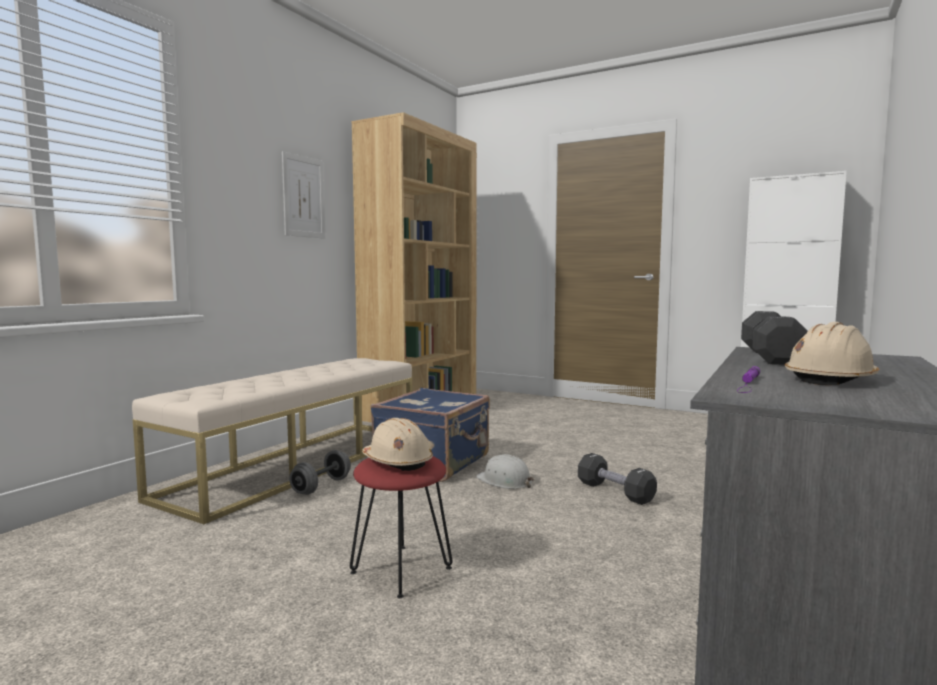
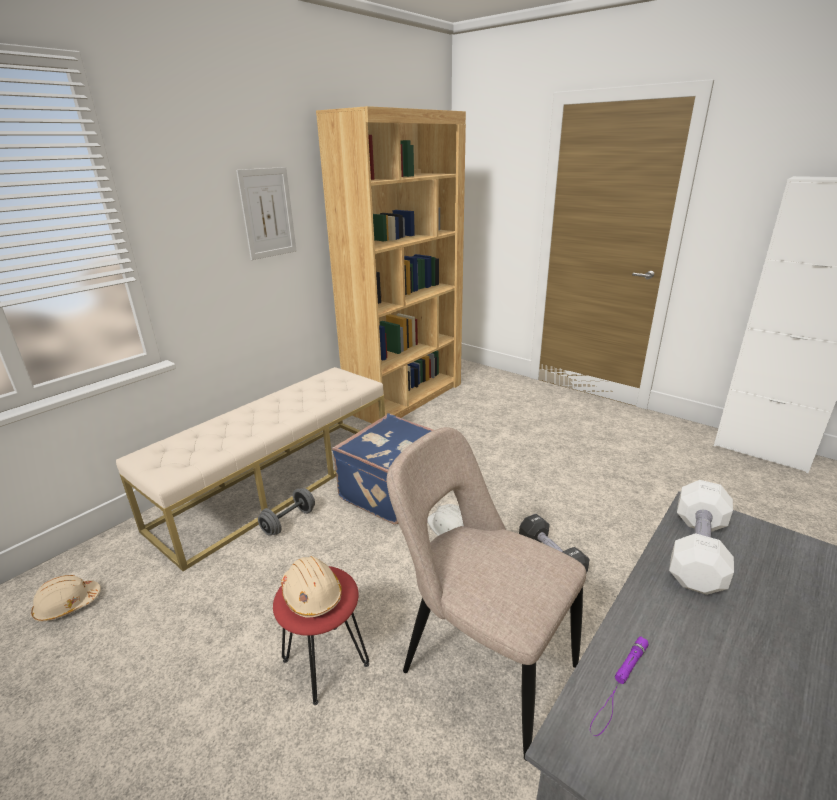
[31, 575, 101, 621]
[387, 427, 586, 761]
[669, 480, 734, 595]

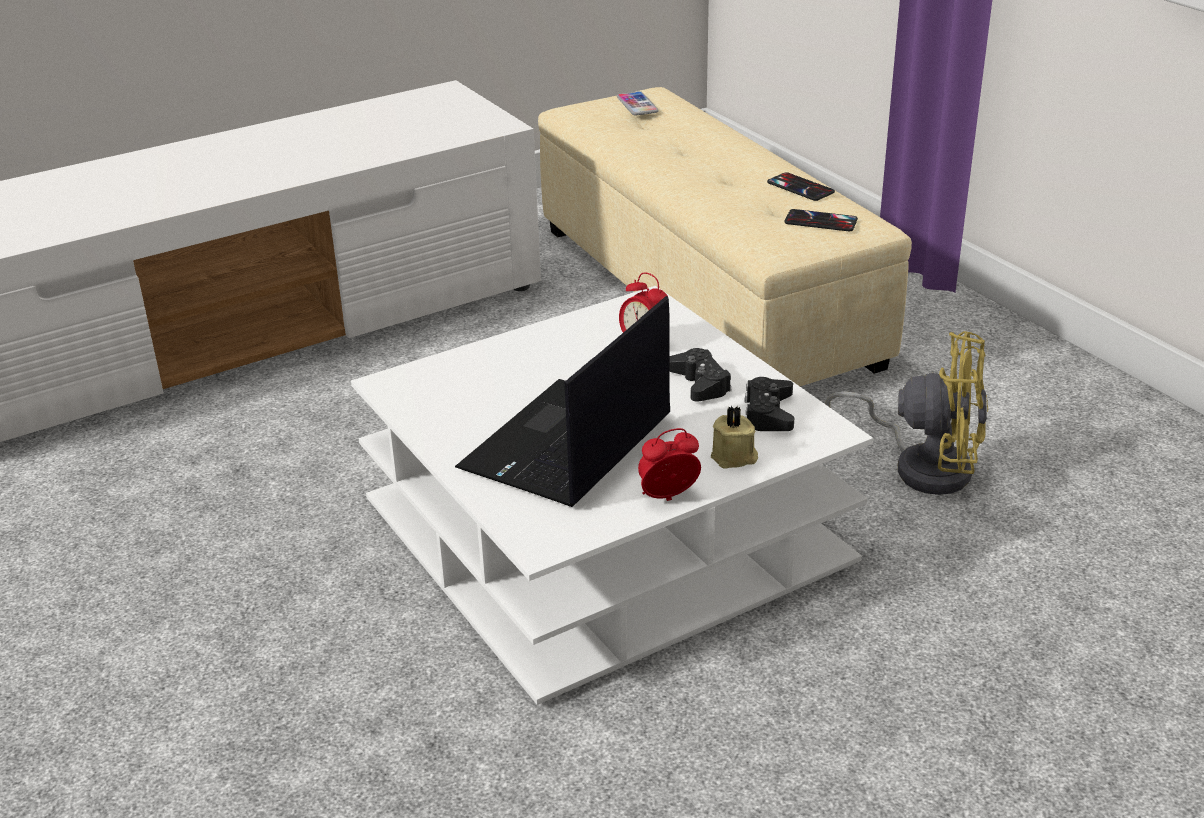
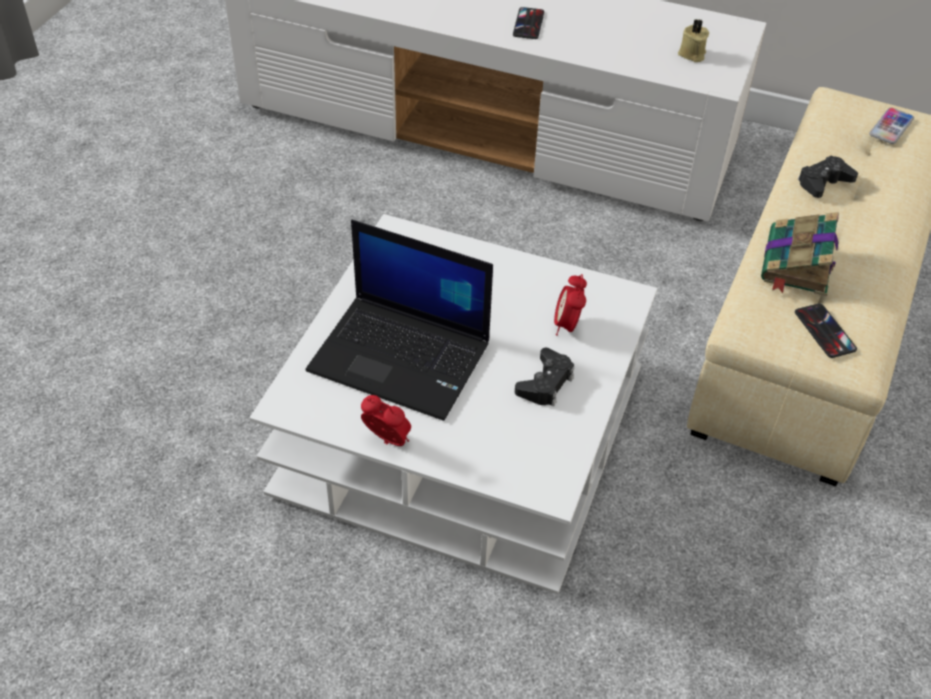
[306, 220, 493, 421]
[513, 7, 544, 39]
[678, 19, 709, 62]
[761, 212, 839, 296]
[798, 156, 858, 198]
[825, 331, 988, 495] (first image)

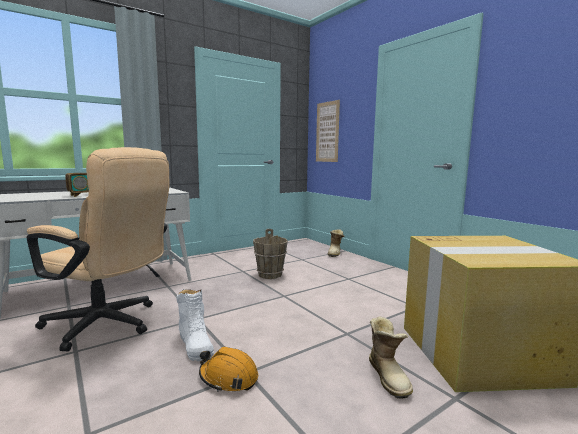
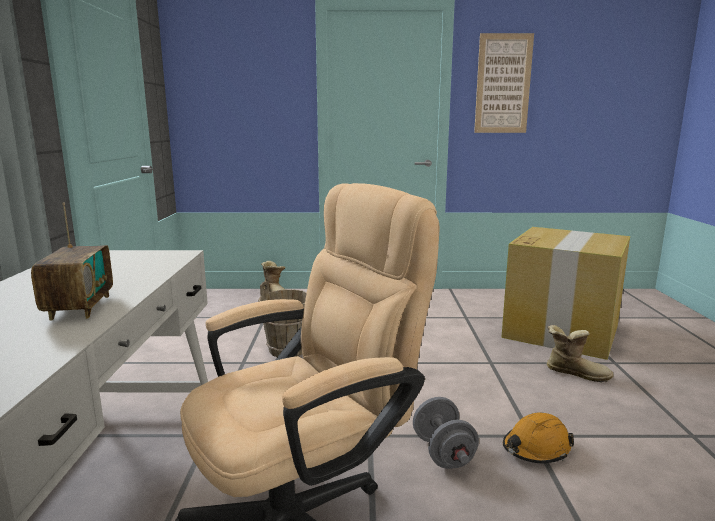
[413, 397, 479, 469]
[474, 33, 534, 133]

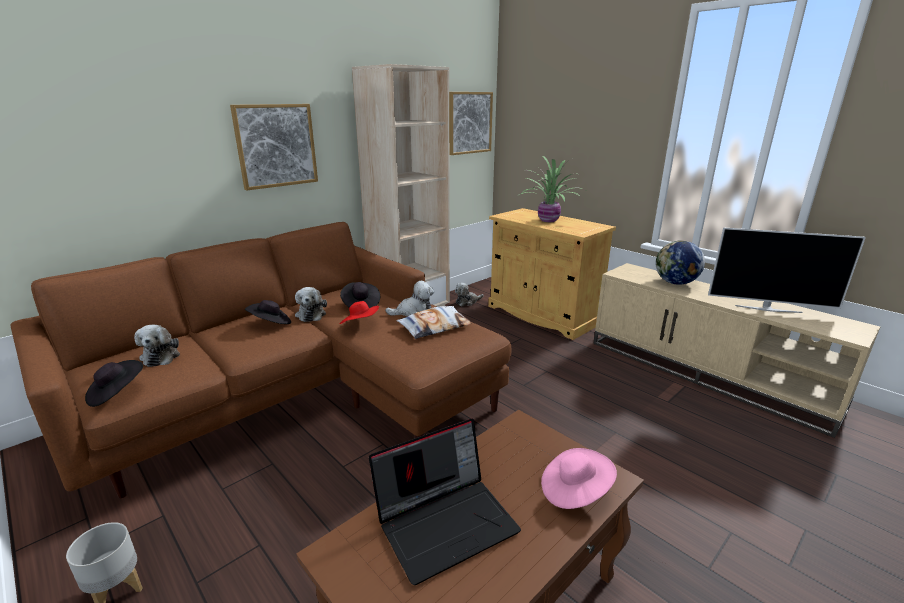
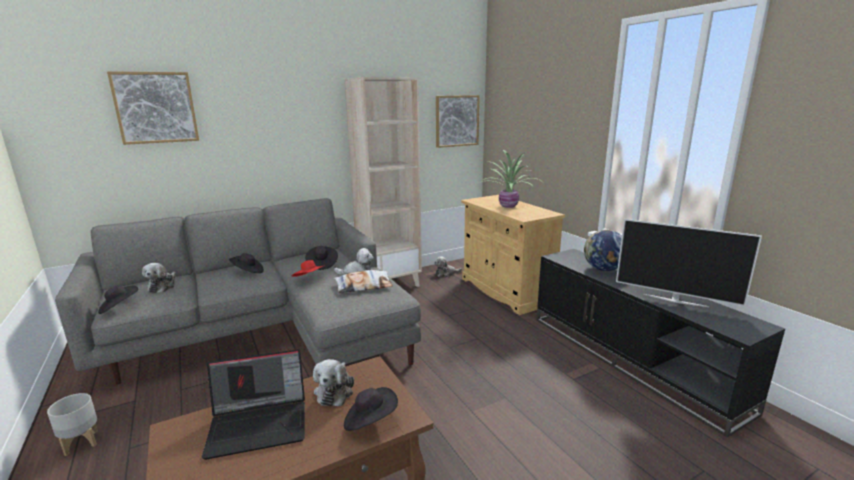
[55, 198, 421, 385]
[107, 71, 199, 145]
[313, 359, 354, 406]
[344, 387, 398, 431]
[537, 249, 785, 438]

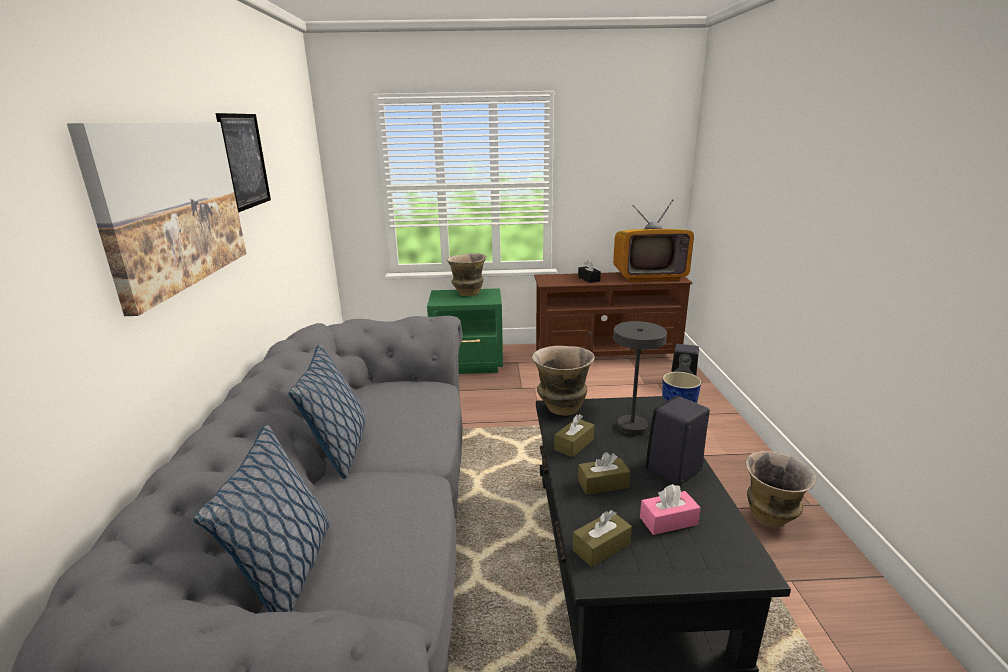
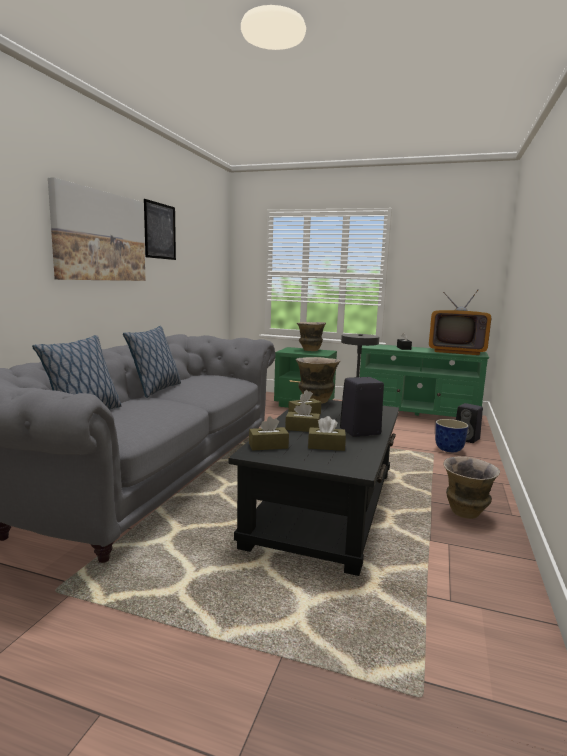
[308, 416, 346, 451]
[360, 344, 489, 417]

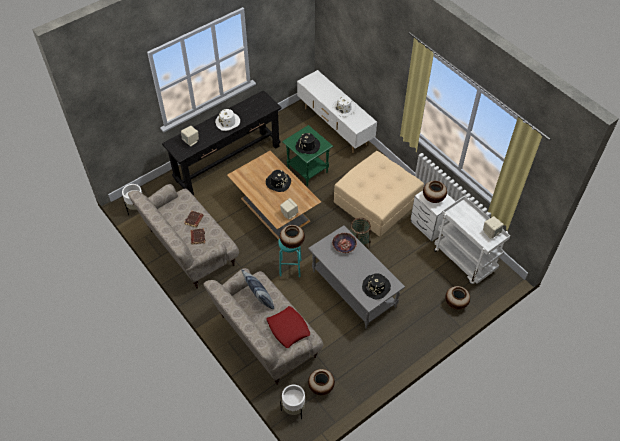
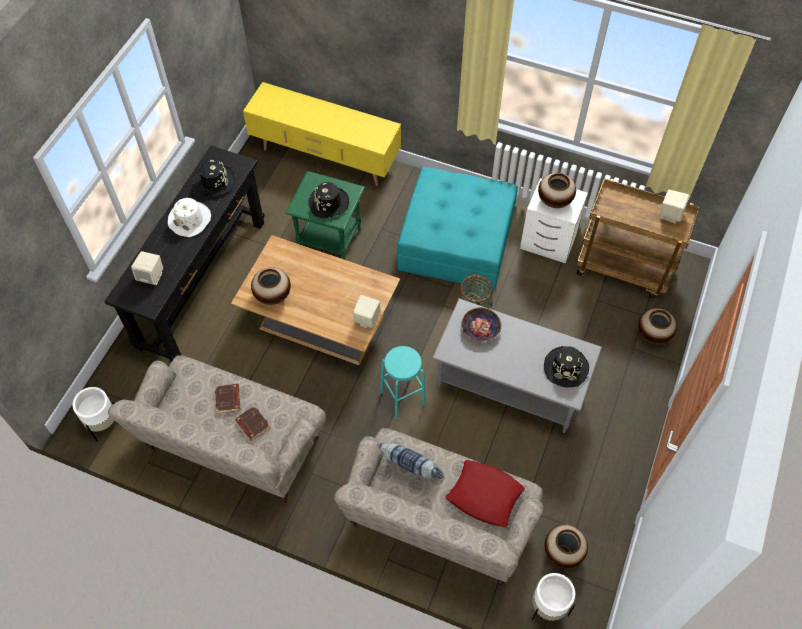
[193, 160, 235, 196]
[243, 82, 401, 186]
[251, 267, 291, 305]
[397, 167, 518, 290]
[576, 178, 700, 298]
[332, 96, 356, 117] (first image)

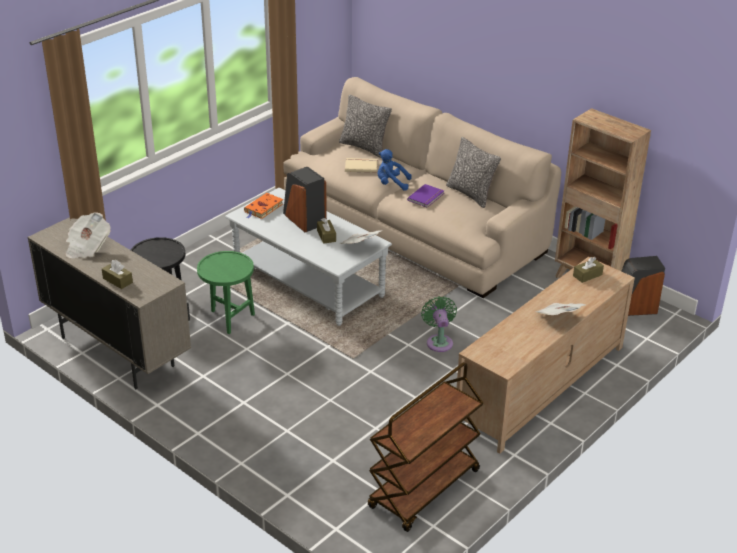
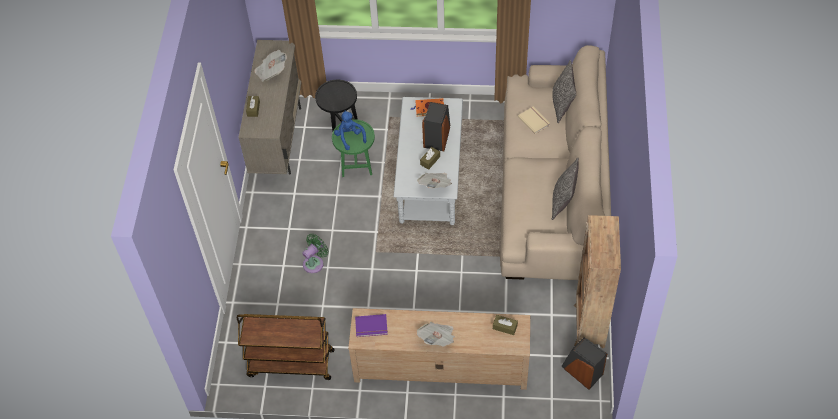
[302, 234, 328, 273]
[334, 111, 366, 150]
[355, 314, 388, 337]

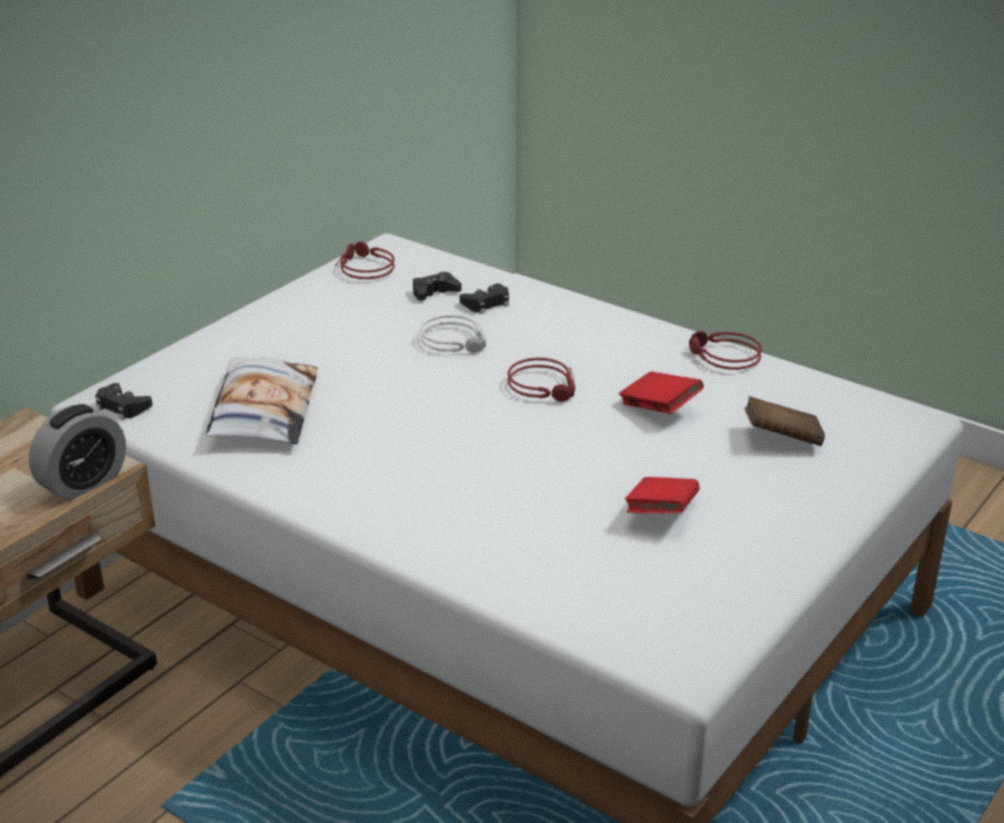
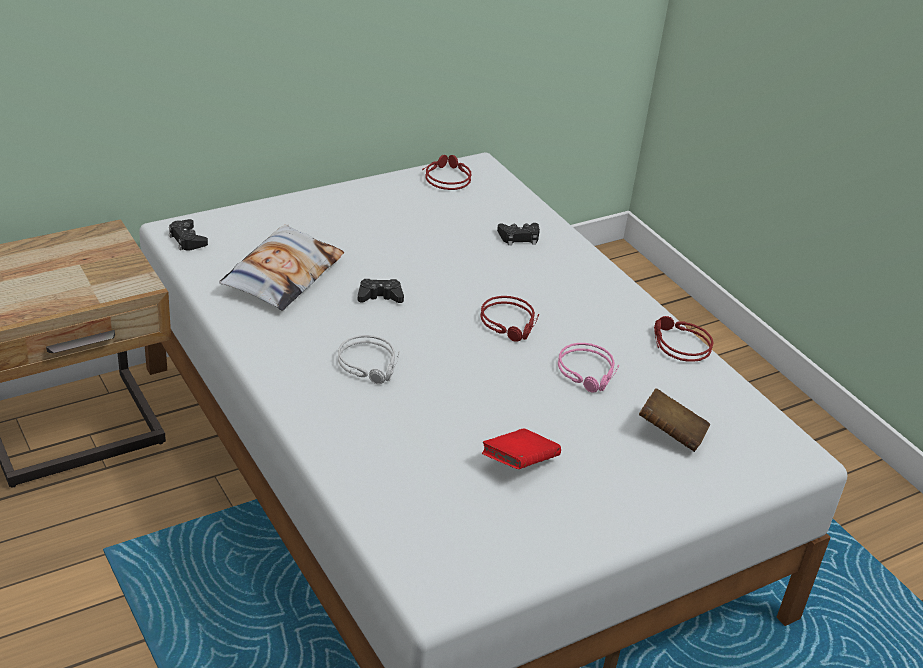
[338, 335, 400, 384]
[358, 279, 404, 303]
[558, 343, 619, 393]
[29, 404, 126, 501] (first image)

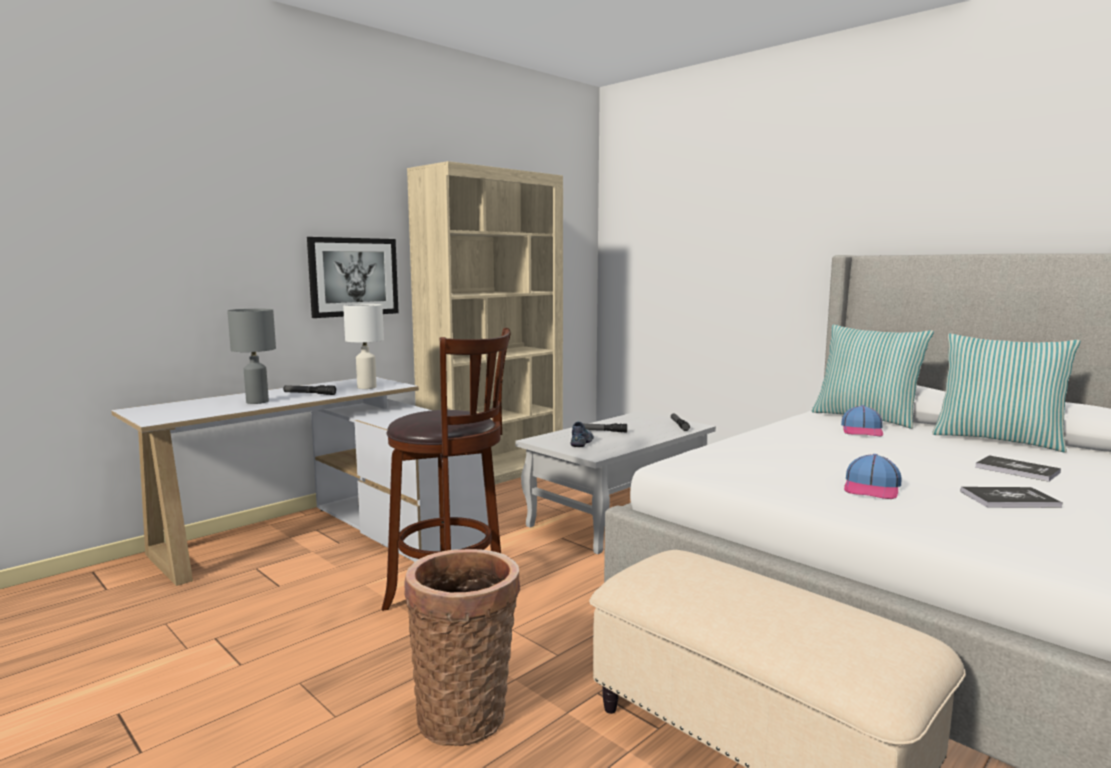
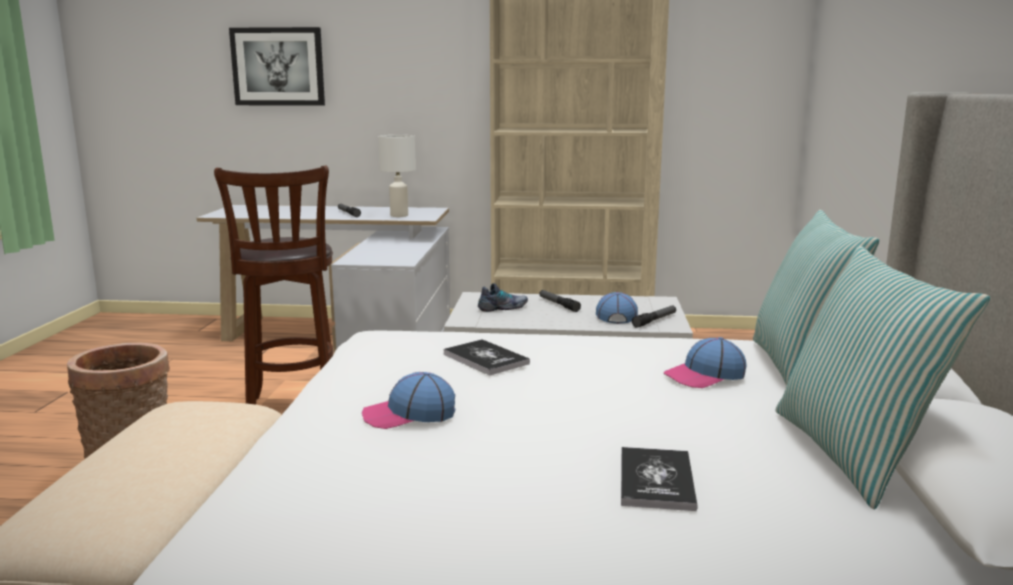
[229, 27, 325, 106]
[443, 339, 530, 376]
[596, 292, 638, 324]
[227, 309, 276, 404] (first image)

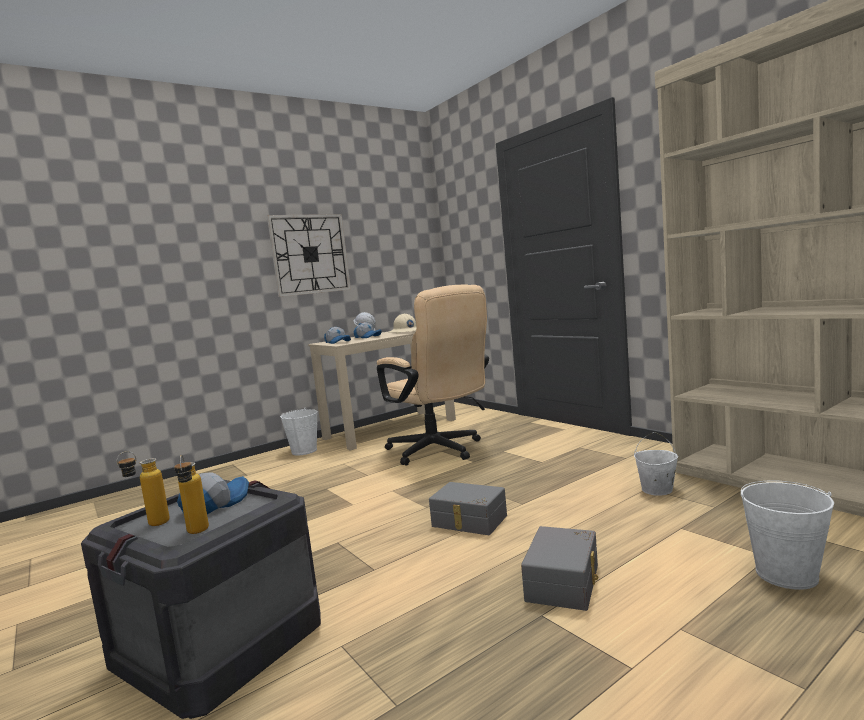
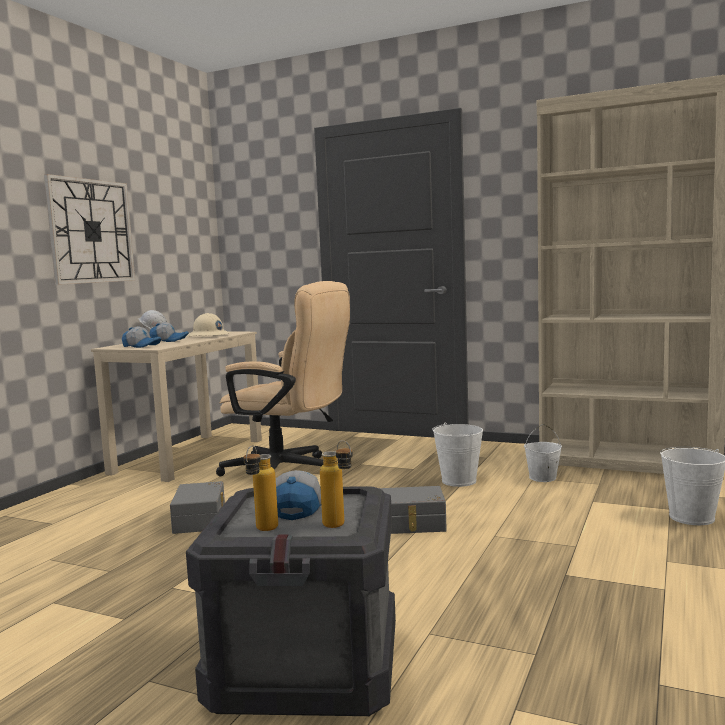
[170, 481, 225, 534]
[432, 422, 483, 487]

